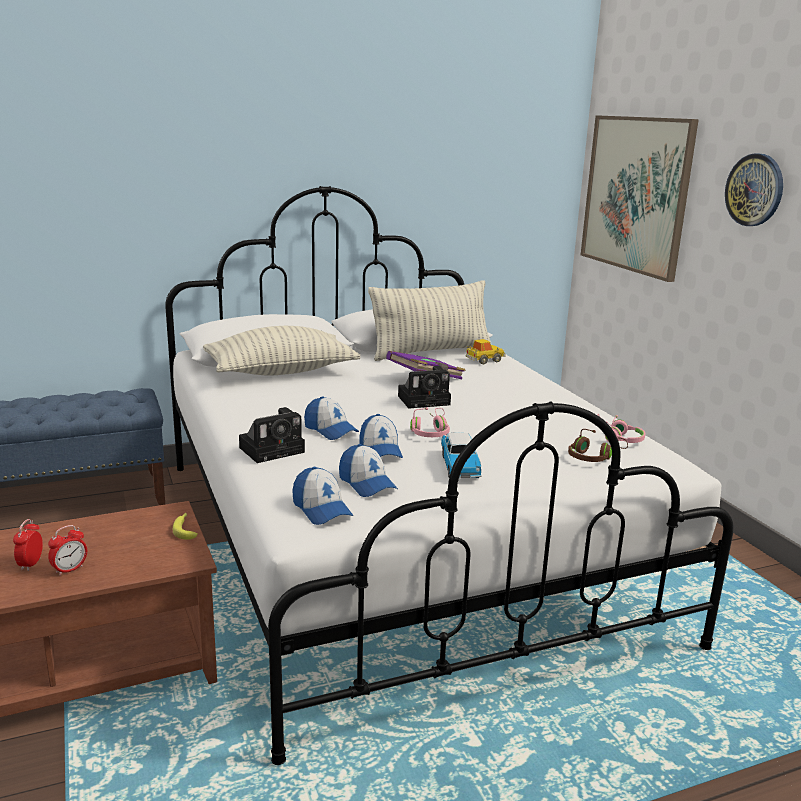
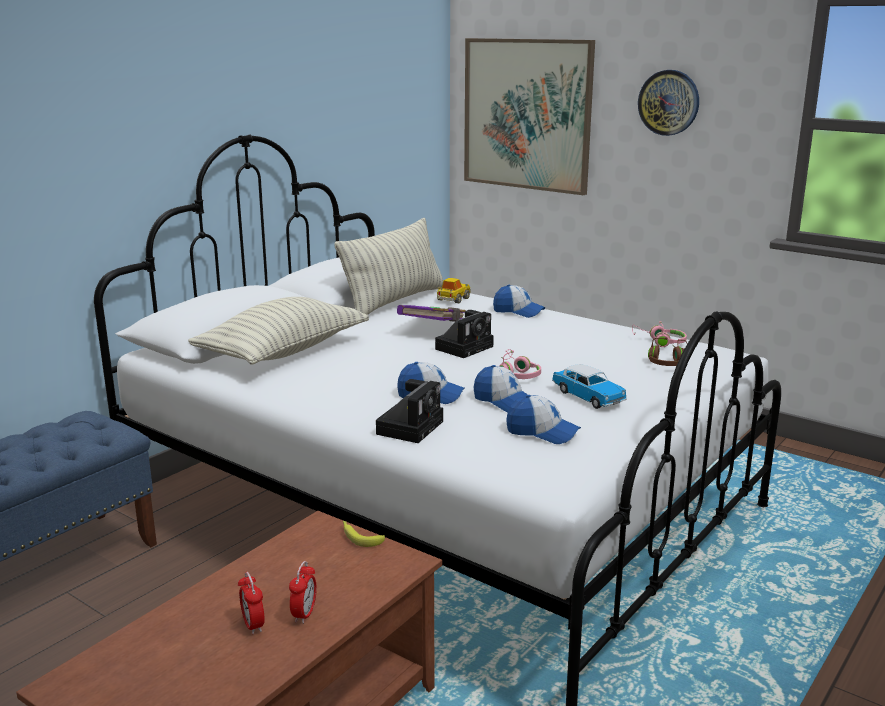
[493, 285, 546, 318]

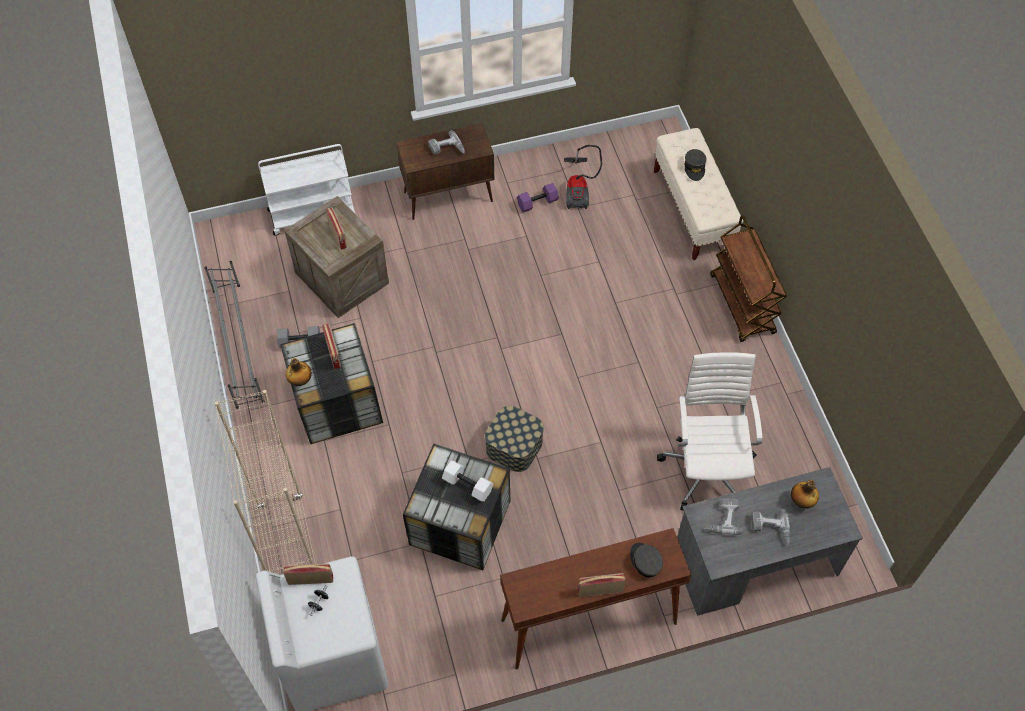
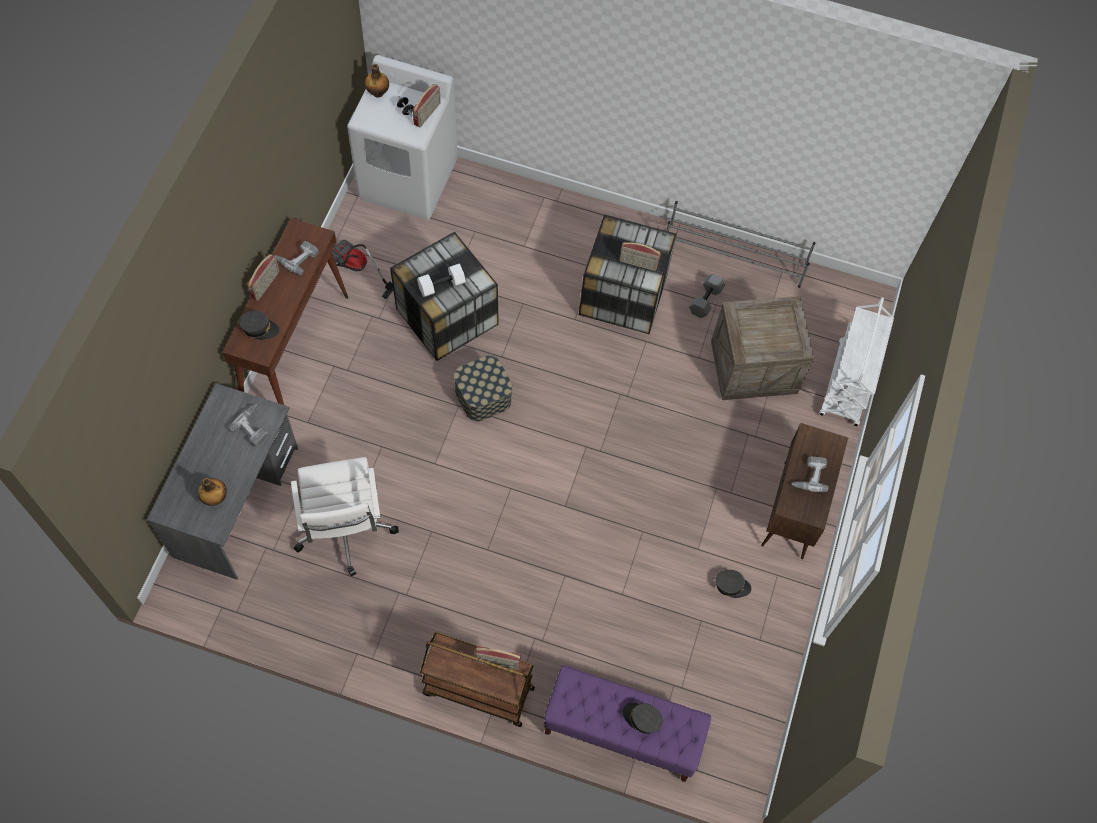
[275, 241, 319, 276]
[291, 457, 399, 576]
[332, 240, 393, 299]
[365, 64, 389, 98]
[475, 646, 521, 670]
[544, 665, 711, 782]
[716, 570, 751, 598]
[215, 390, 315, 574] (first image)

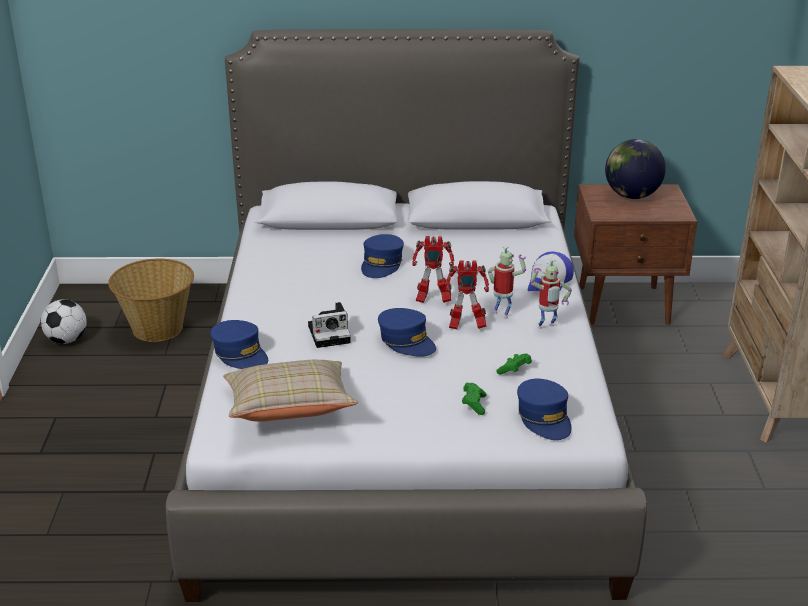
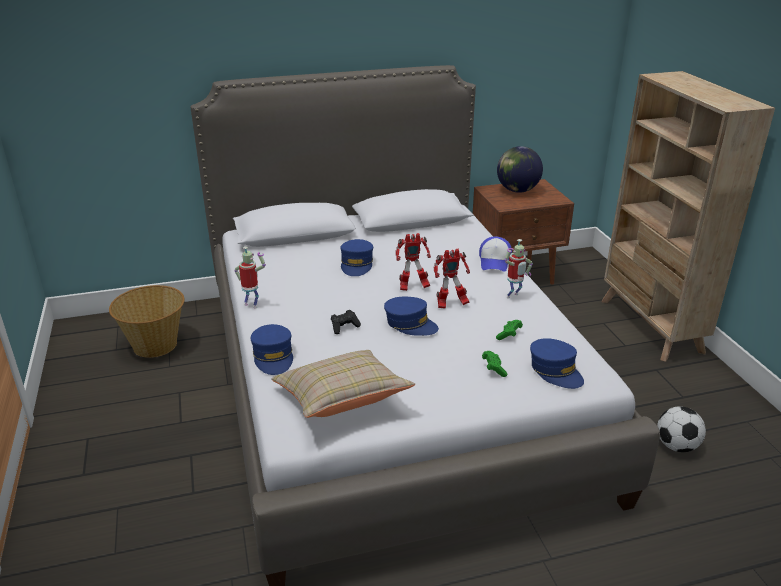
[234, 246, 266, 308]
[251, 324, 293, 375]
[331, 310, 361, 334]
[657, 406, 706, 452]

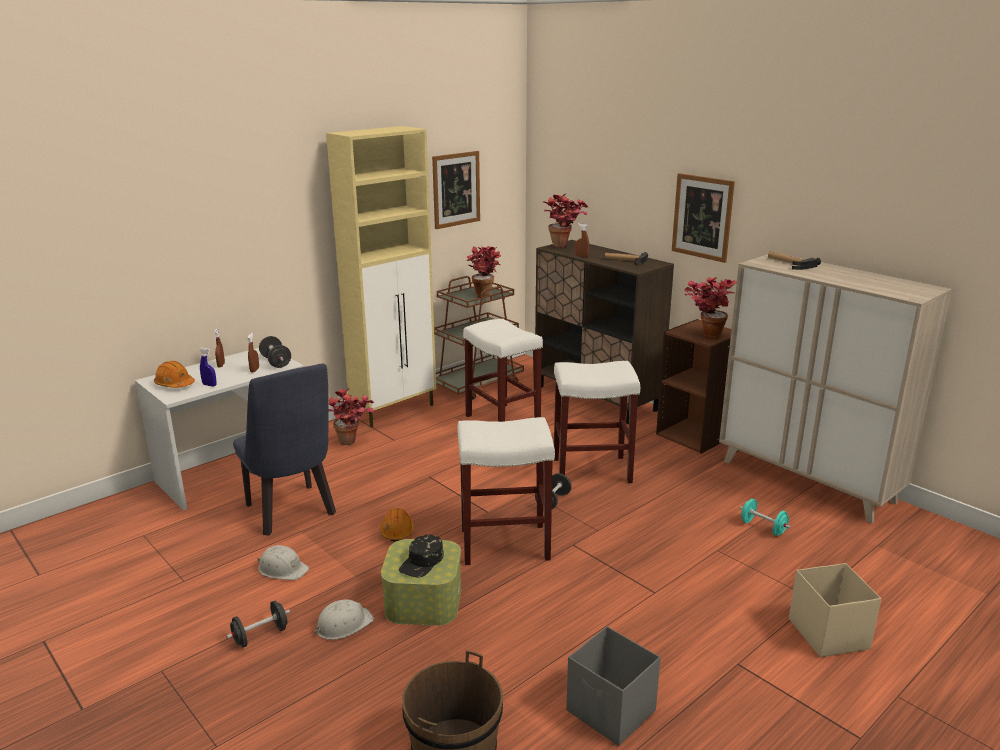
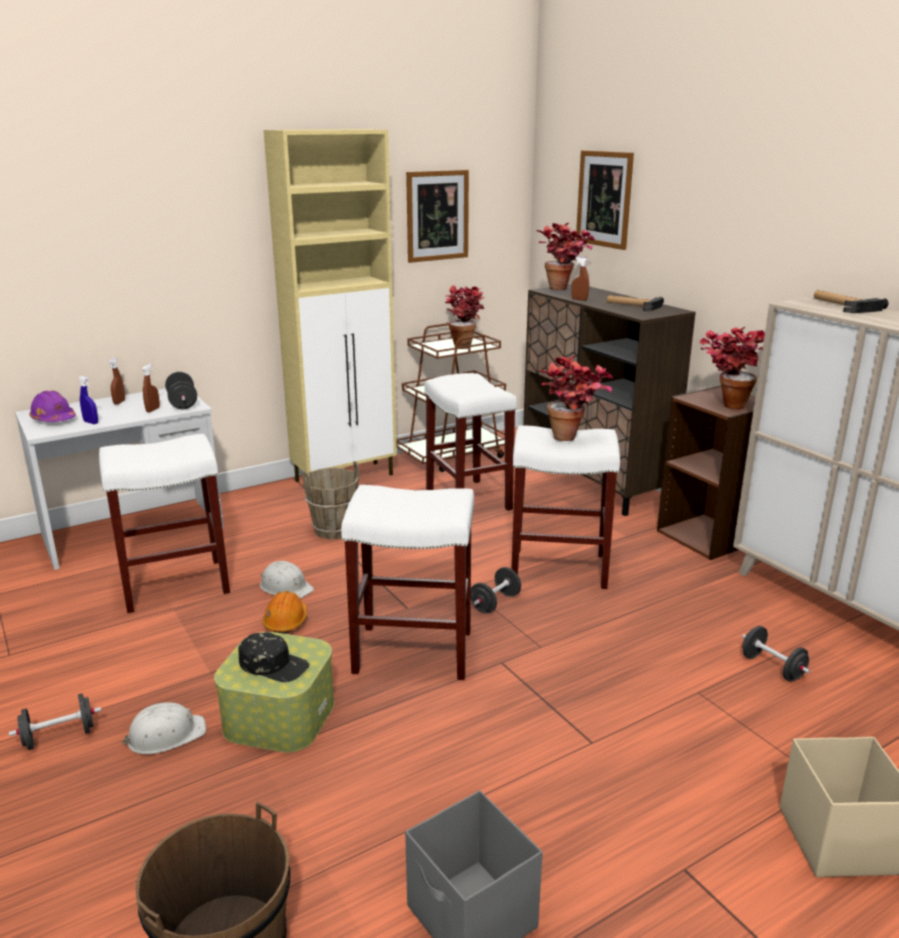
[29, 391, 76, 422]
[99, 434, 230, 613]
[238, 632, 310, 682]
[260, 561, 314, 598]
[302, 461, 359, 539]
[540, 355, 614, 441]
[576, 150, 634, 250]
[742, 626, 810, 682]

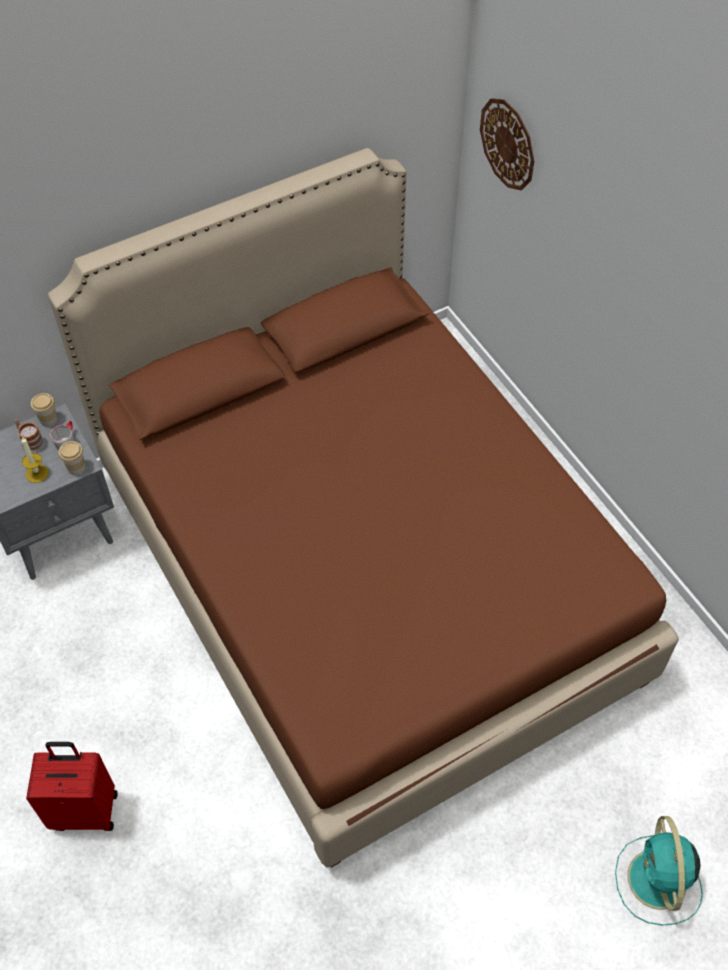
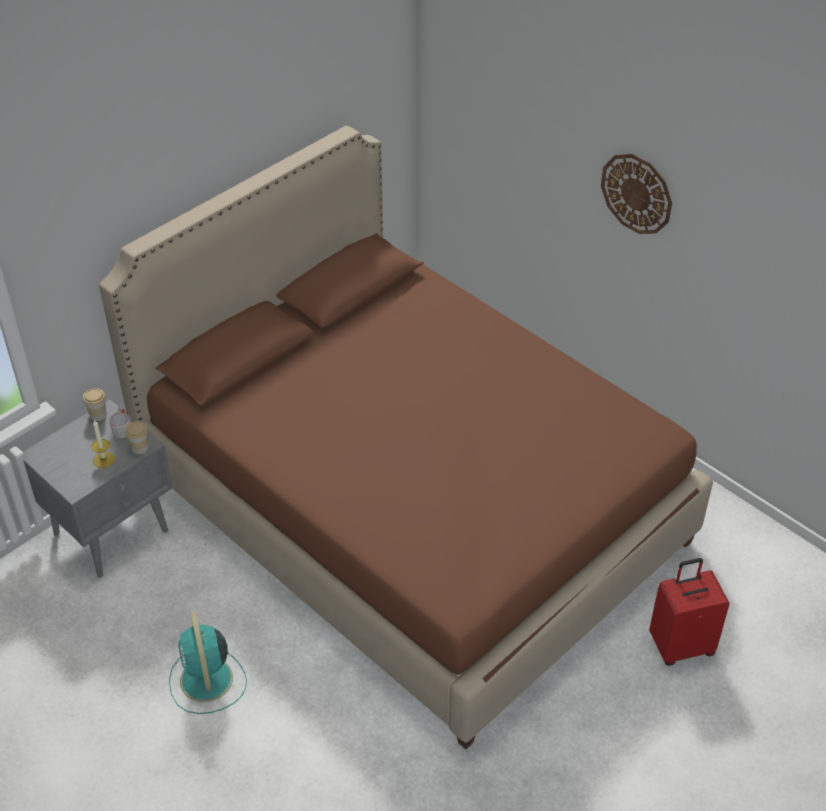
[169, 612, 247, 714]
[601, 154, 672, 234]
[649, 558, 730, 666]
[15, 420, 45, 453] (first image)

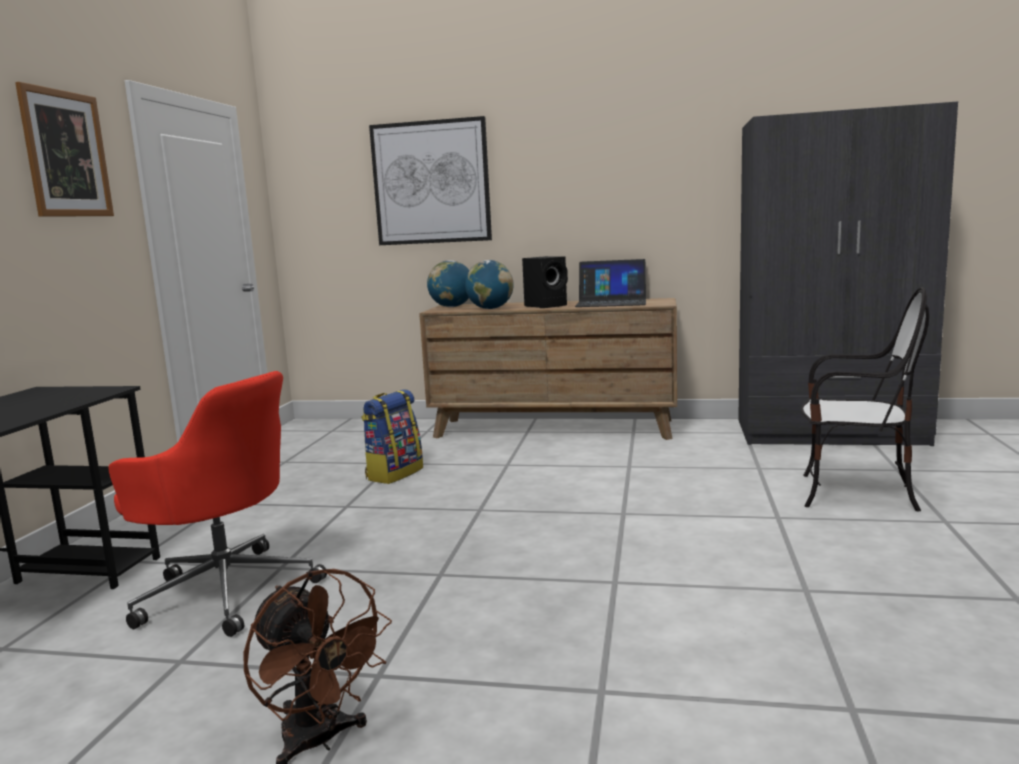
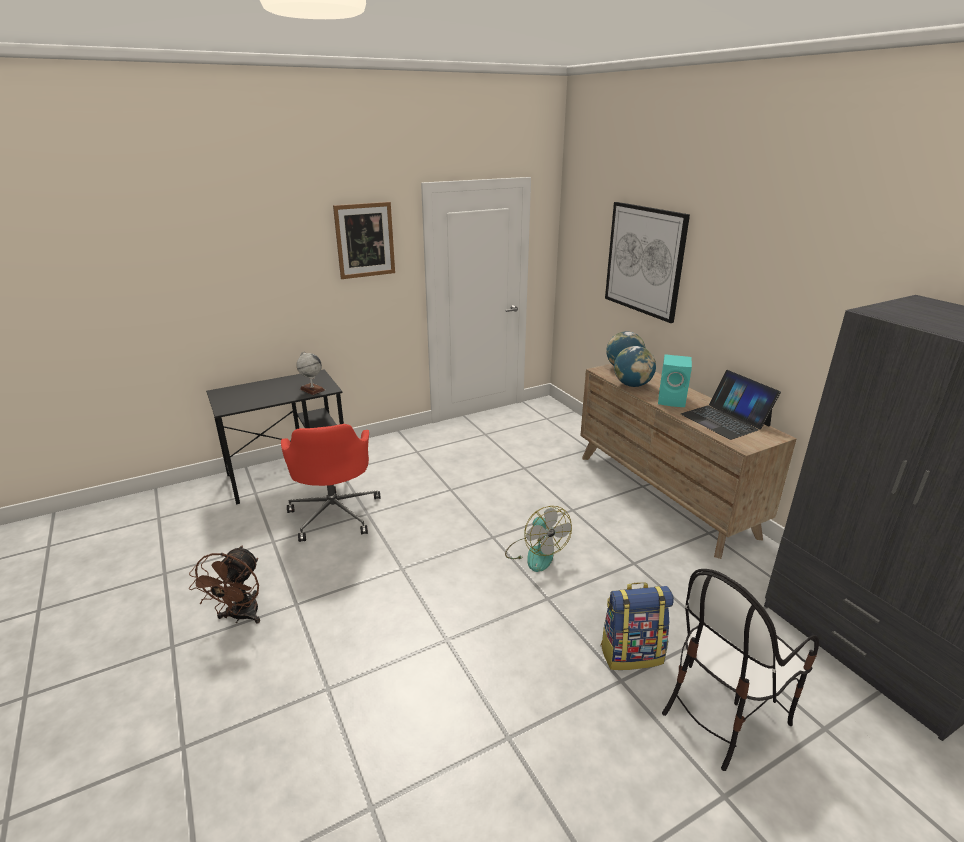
[296, 351, 325, 395]
[505, 506, 572, 572]
[600, 582, 674, 670]
[658, 354, 692, 407]
[662, 569, 819, 771]

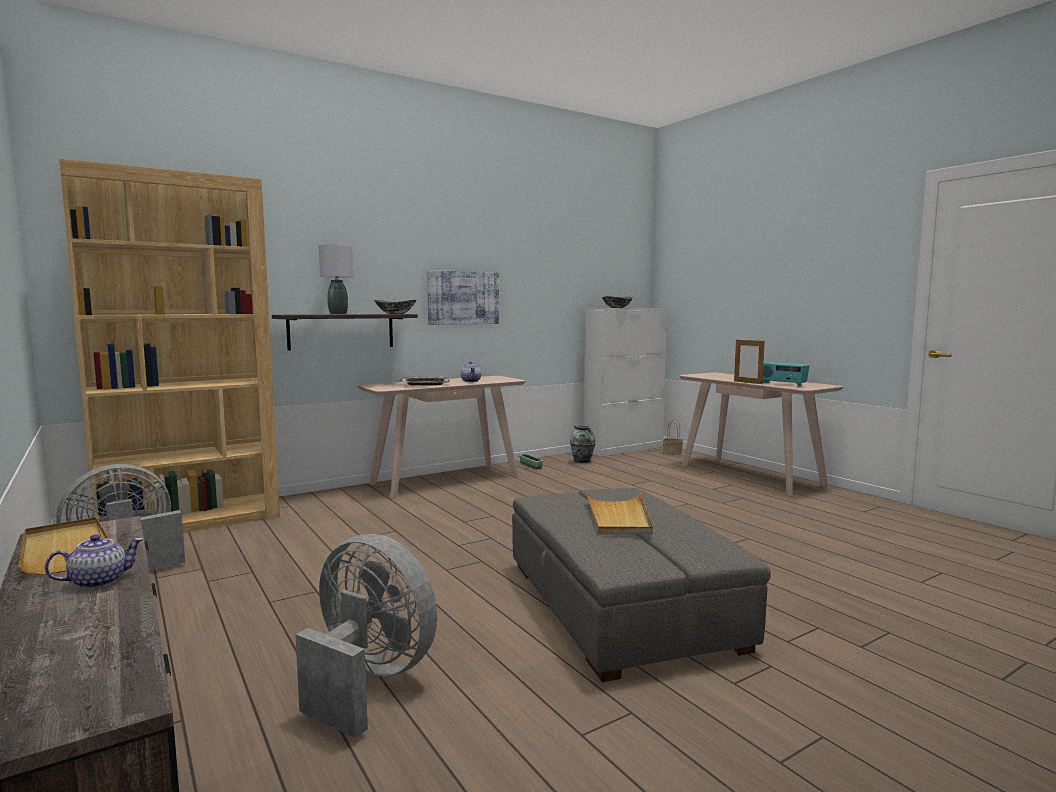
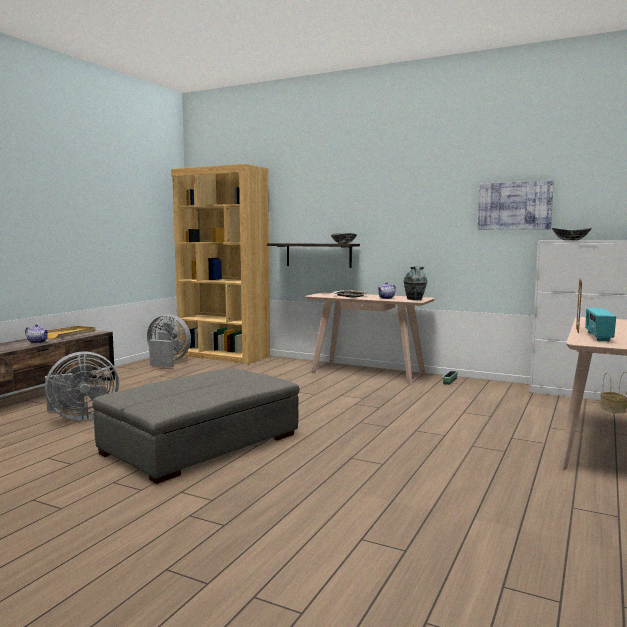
[45, 352, 119, 420]
[403, 266, 427, 300]
[478, 180, 554, 230]
[319, 244, 353, 314] (first image)
[586, 493, 653, 535] (first image)

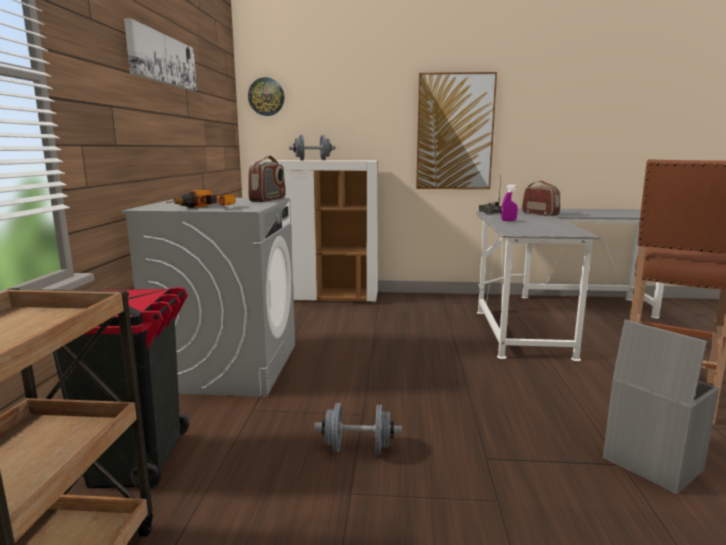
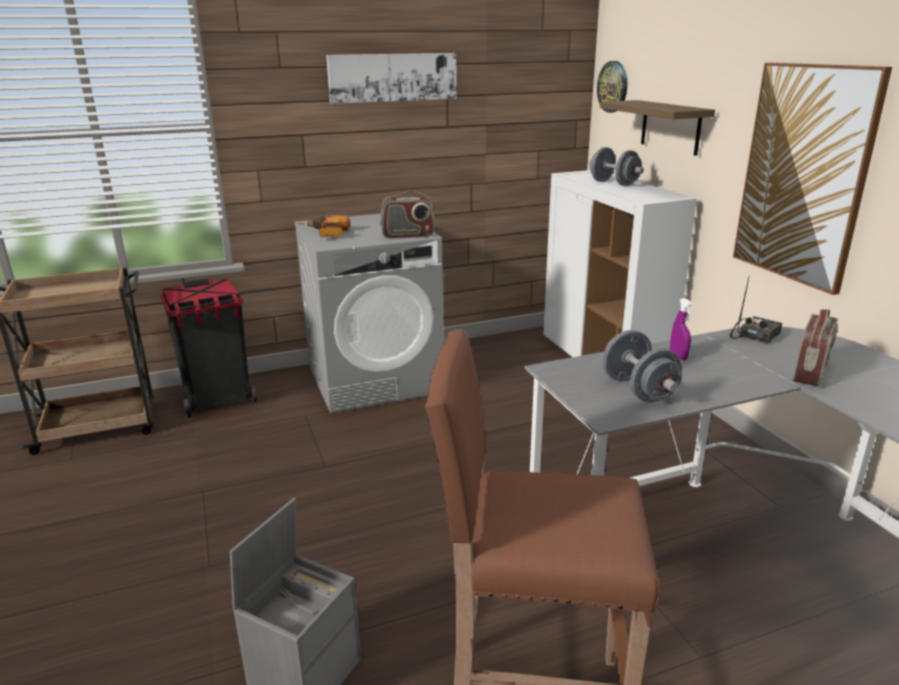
[600, 100, 715, 156]
[602, 330, 682, 403]

